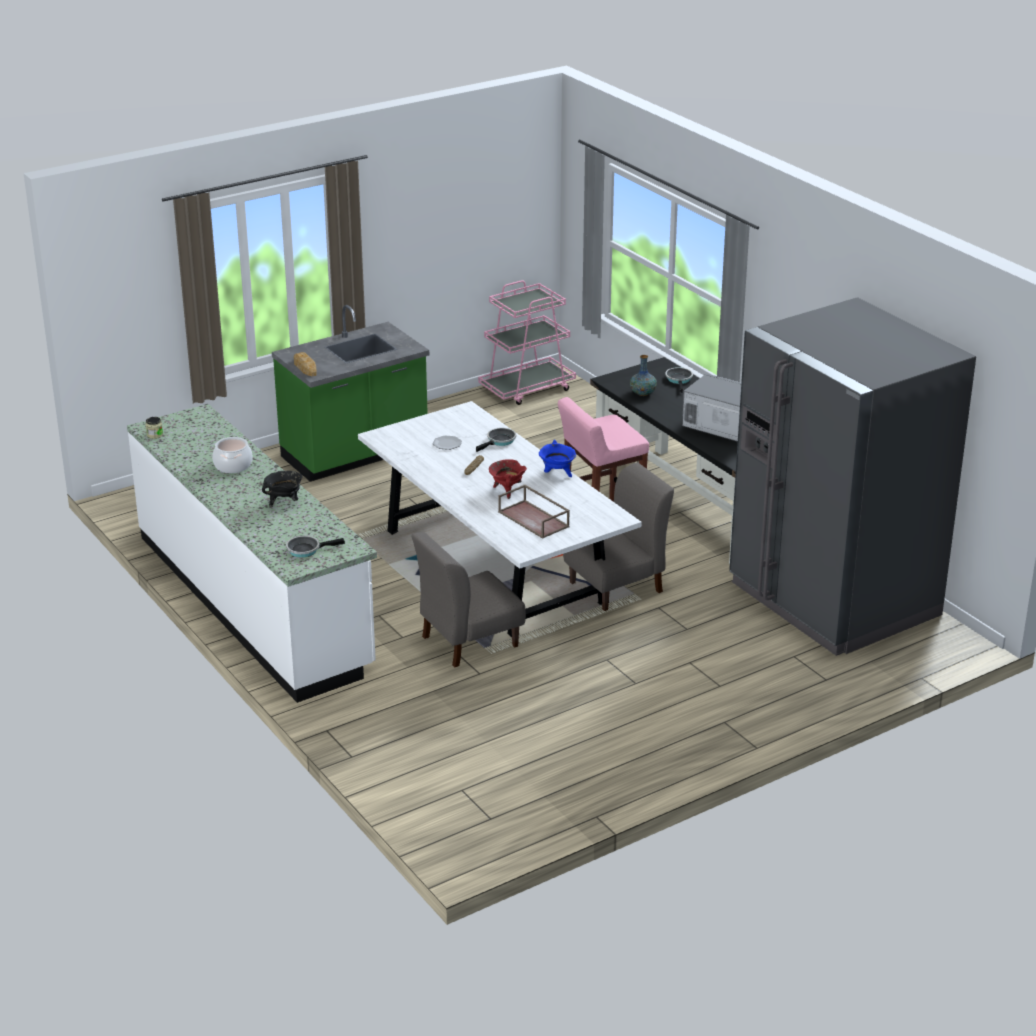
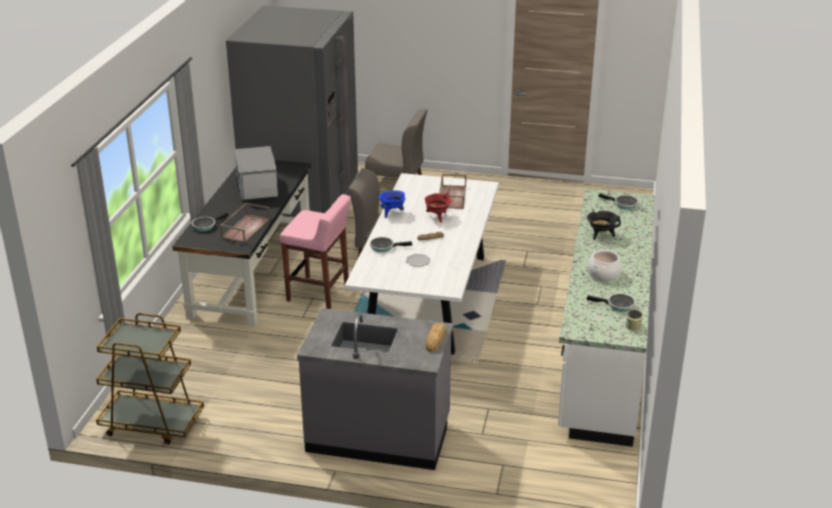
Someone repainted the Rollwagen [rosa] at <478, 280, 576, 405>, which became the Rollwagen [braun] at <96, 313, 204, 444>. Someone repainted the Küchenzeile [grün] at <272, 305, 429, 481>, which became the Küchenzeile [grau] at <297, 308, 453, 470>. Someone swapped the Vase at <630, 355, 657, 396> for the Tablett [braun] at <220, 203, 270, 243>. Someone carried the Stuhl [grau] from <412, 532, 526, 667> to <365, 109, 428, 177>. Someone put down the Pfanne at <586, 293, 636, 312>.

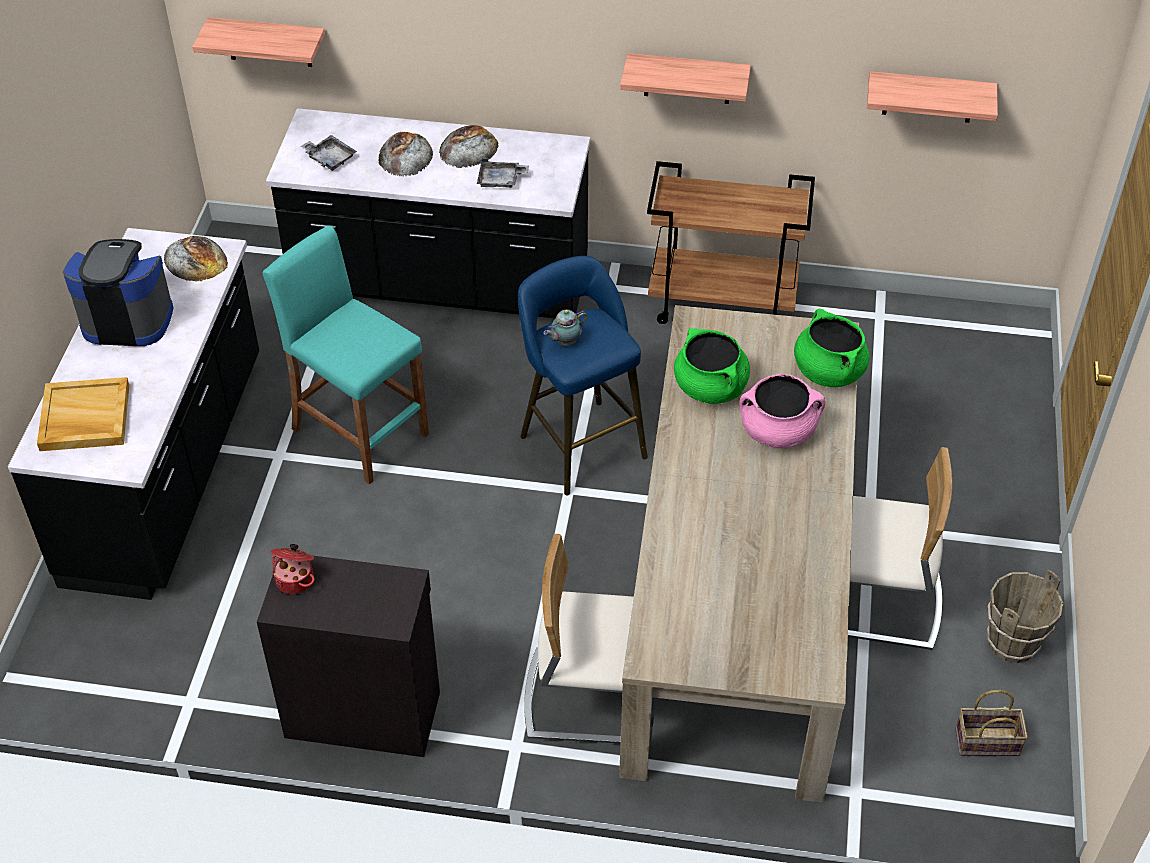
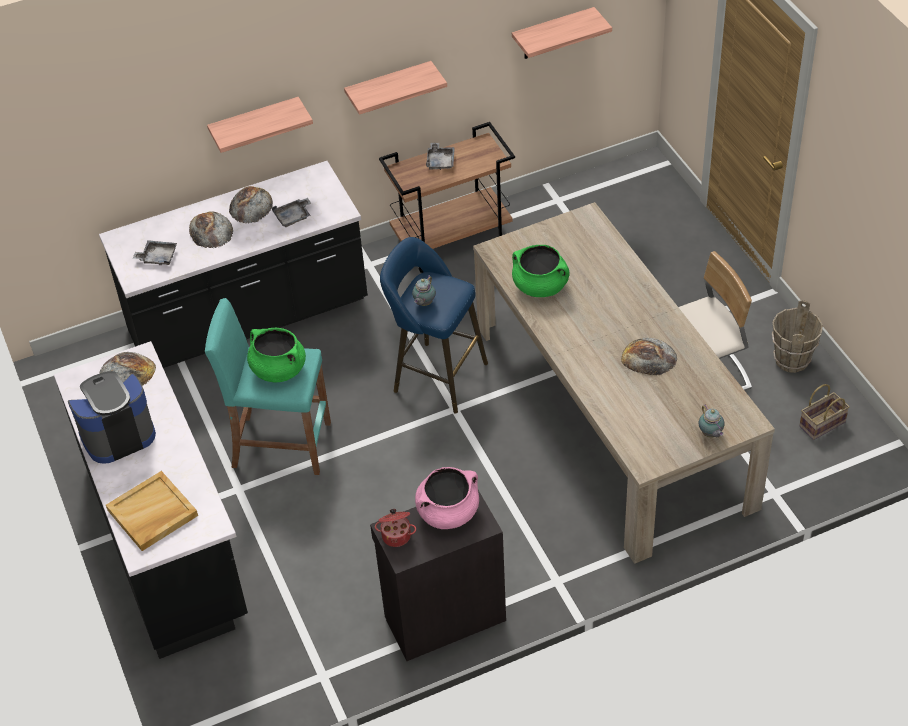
Someone carried the Wandregal from <192, 17, 325, 67> to <207, 97, 313, 153>. Someone carried the Kochtopf [grün] from <794, 308, 870, 387> to <247, 328, 306, 382>. Someone carried the Kochtopf [rosa] from <740, 374, 825, 448> to <415, 467, 479, 529>. Someone took away the Stuhl [beige] at <524, 534, 656, 743>. Someone put down the Tablett [grau] at <426, 143, 455, 170>. Someone put down the Brot at <621, 338, 677, 375>. Someone put down the Teekanne at <699, 404, 724, 438>.

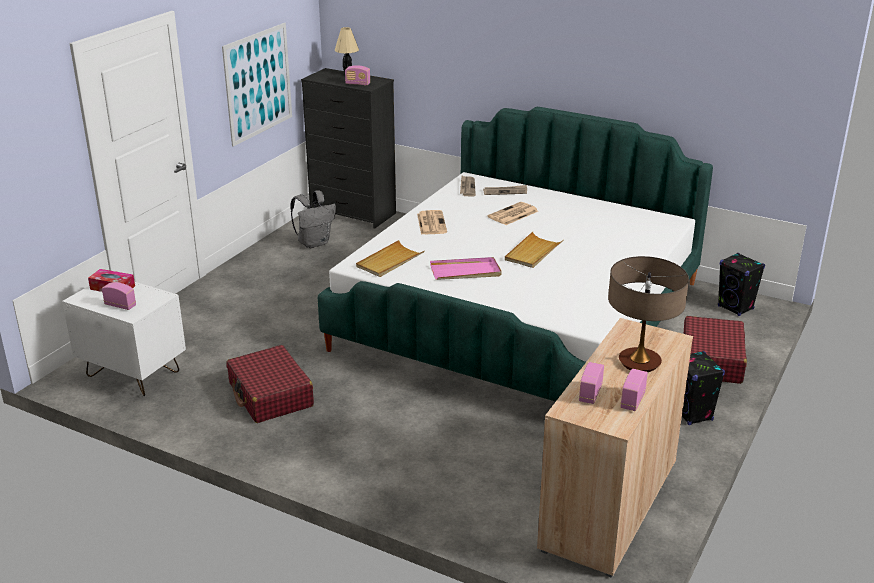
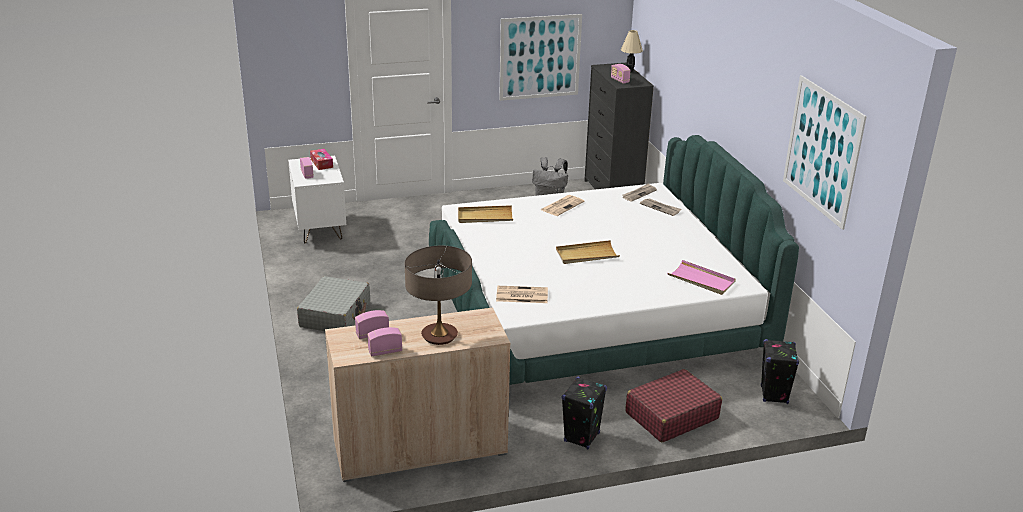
Someone carried the Zeitung from <488, 202, 538, 225> to <496, 286, 548, 303>. Someone carried the Tablett [rosa] from <430, 257, 502, 280> to <667, 260, 736, 295>. Someone took away the Koffer [rot] at <226, 345, 314, 423>. Someone put up the Bild at <783, 75, 867, 230>. Someone put down the Koffer [grau] at <297, 276, 370, 331>.

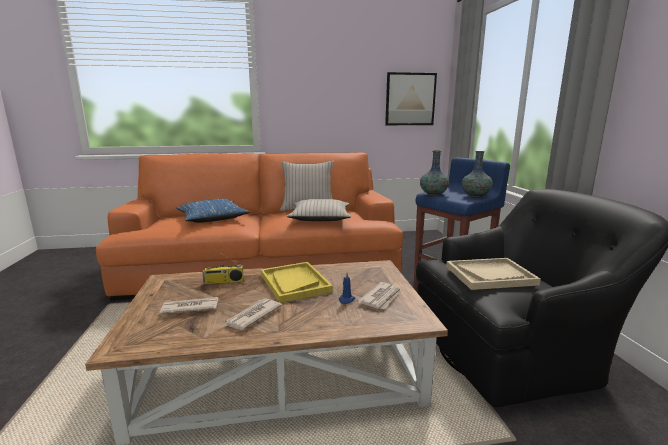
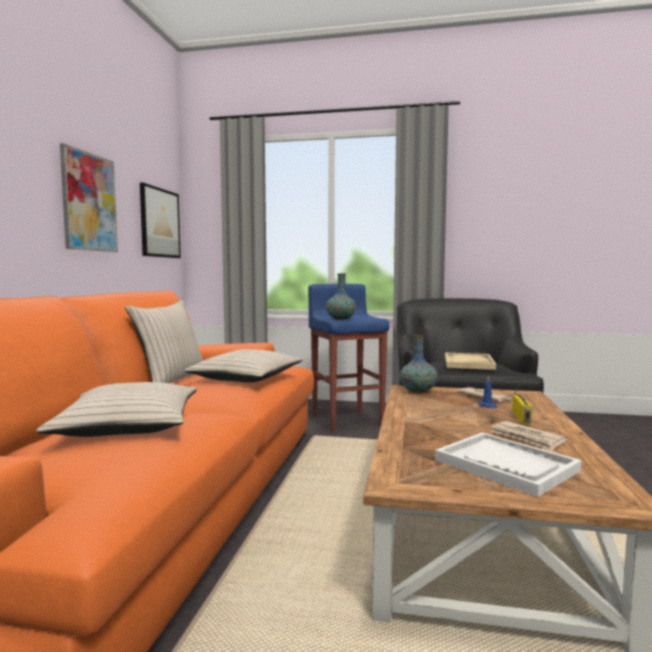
Someone carried the Vase from <462, 151, 493, 197> to <400, 335, 438, 393>. Someone repainted the Kissen [blau] at <176, 199, 250, 223>, which became the Kissen [beige] at <36, 382, 197, 437>. Someone carried the Radio from <202, 247, 244, 284> to <512, 375, 532, 424>. Someone took away the Tablett [gelb] at <261, 262, 333, 303>. Someone swapped the Zeitung at <159, 297, 218, 314> for the Tablett [weiß] at <435, 433, 581, 497>. Someone put up the Bild at <60, 143, 118, 252>.

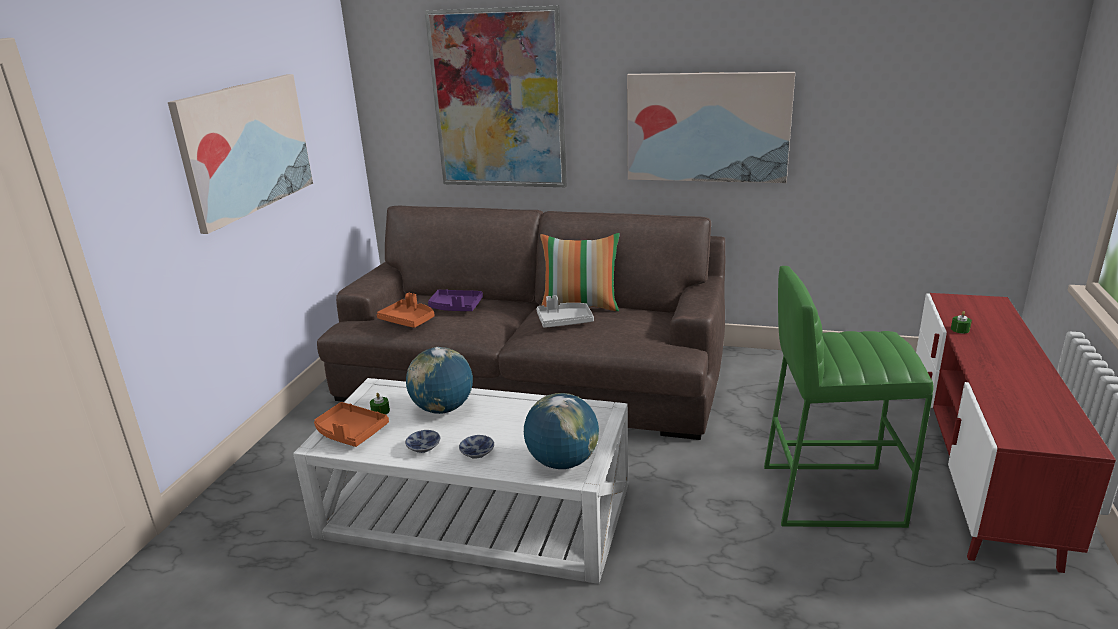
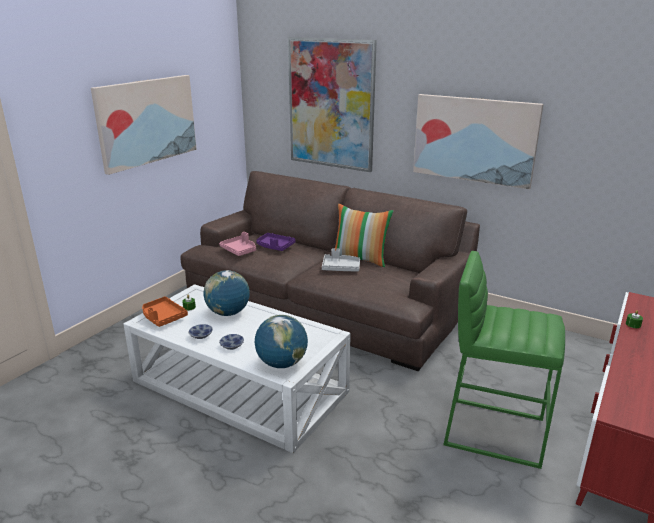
Someone repainted the Tablett [orange] at <377, 293, 435, 328>, which became the Tablett [rosa] at <219, 232, 256, 256>.

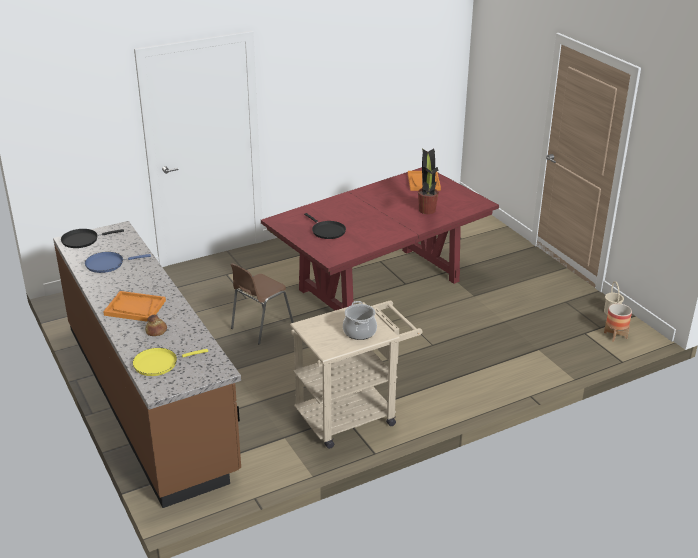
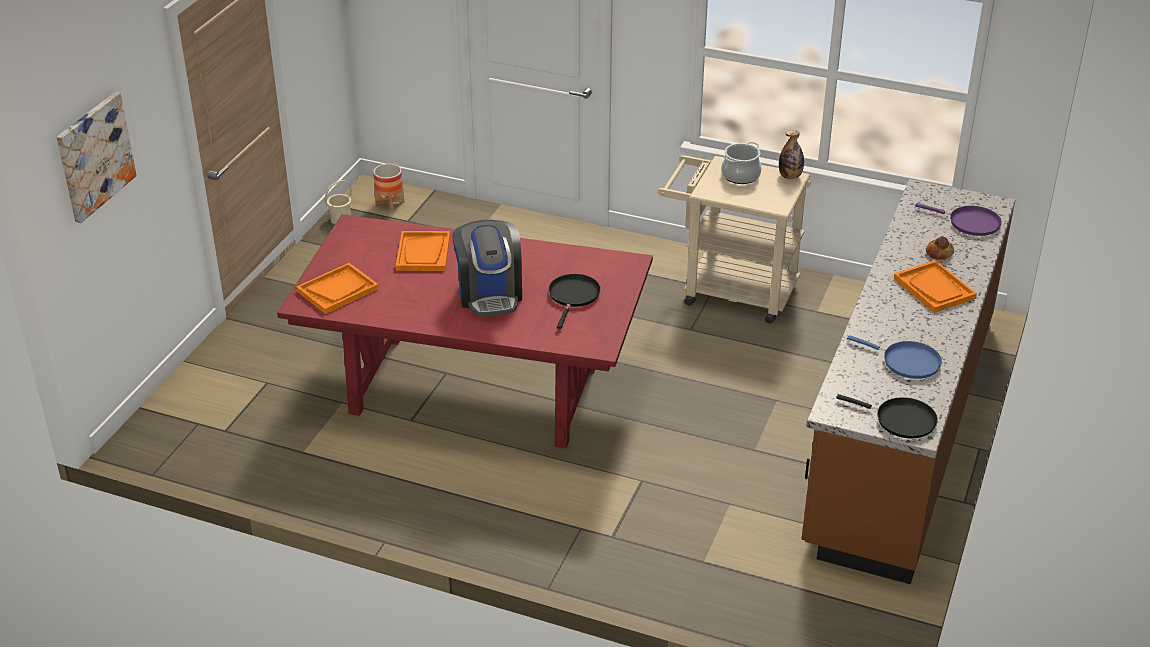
Someone swapped the Topfpflanze at <418, 149, 439, 214> for the Tablett [orange] at <396, 231, 450, 271>. Someone took away the Stuhl [braun] at <231, 263, 294, 344>. Someone repainted the Pfanne [gelb] at <133, 348, 208, 376>, which became the Pfanne [lila] at <915, 203, 1002, 236>. Someone put up the Bild at <57, 92, 137, 223>. Someone put down the Flasche at <779, 130, 804, 179>. Someone put down the Kaffeemaschine at <452, 220, 522, 317>.

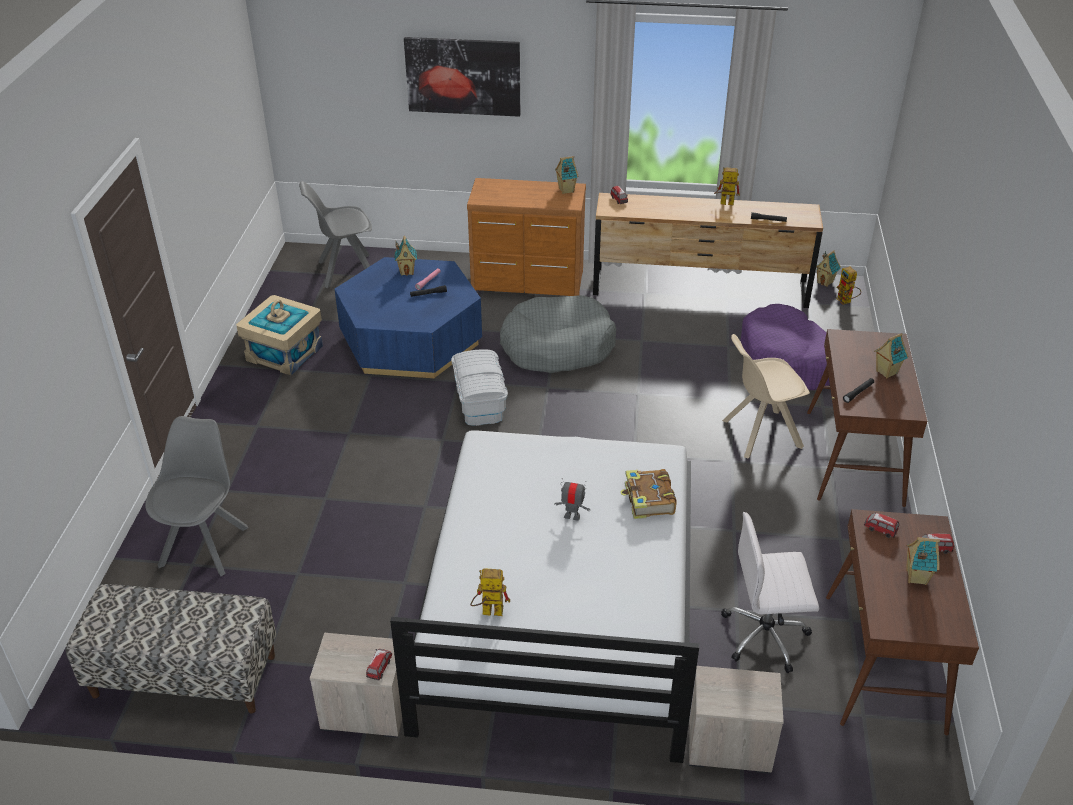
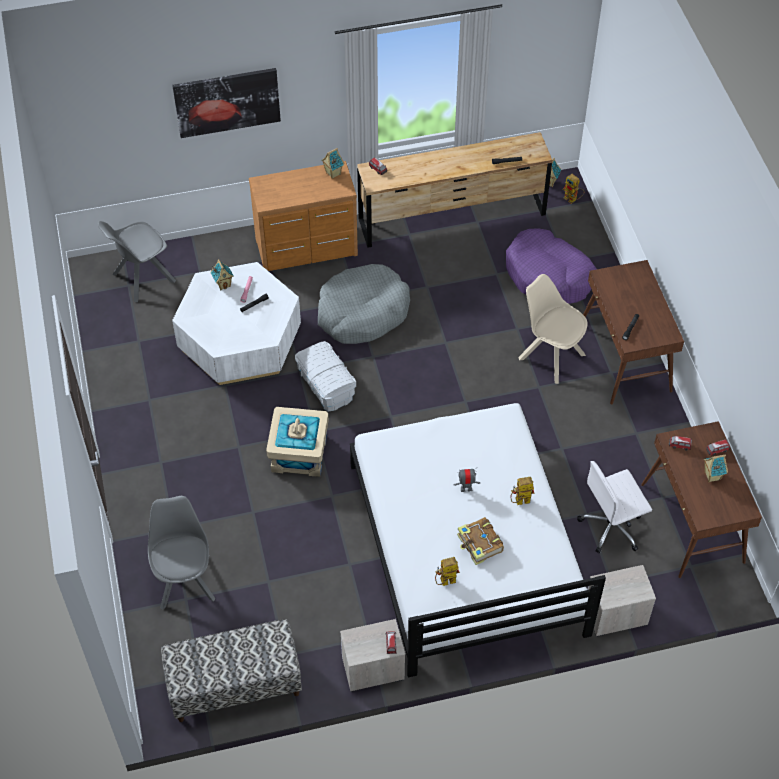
Someone carried the Spielzeugroboter from <714, 167, 740, 206> to <510, 477, 535, 505>. Someone repainted the Couchtisch [blau] at <334, 257, 482, 378>, which became the Couchtisch [weiß] at <172, 262, 301, 385>. Someone carried the Aufbewahrungsbox [beige] from <236, 295, 323, 375> to <266, 407, 329, 477>. Someone took away the Spielzeughaus at <874, 333, 909, 379>. Someone rotated the Stuhl [beige] at <722, 334, 810, 459> by 75 degrees clockwise. Someone carried the Buch from <620, 469, 677, 519> to <457, 517, 504, 565>.

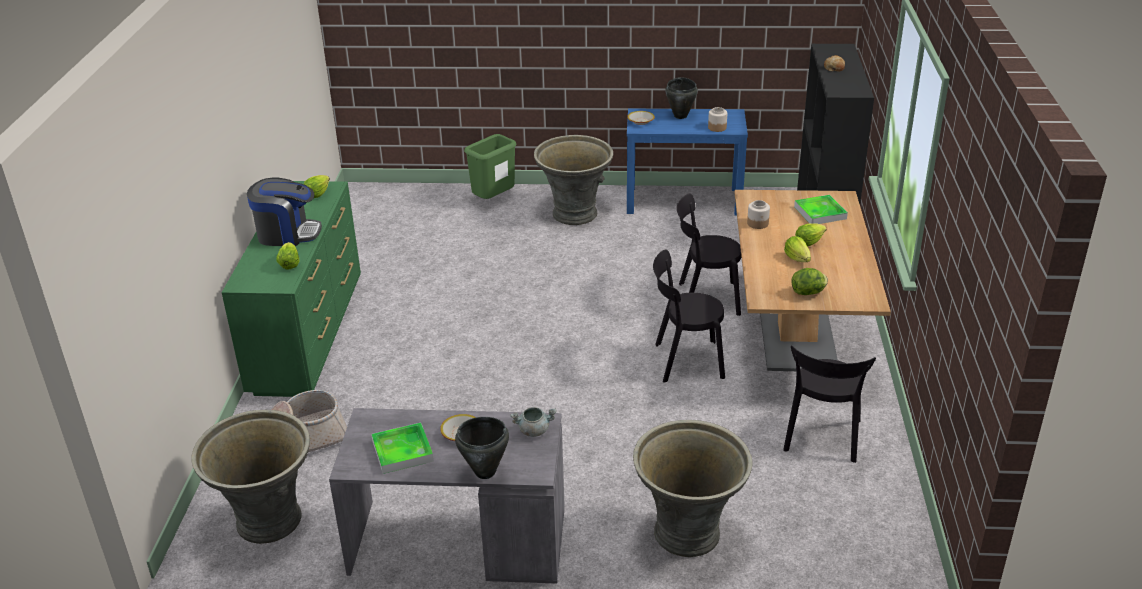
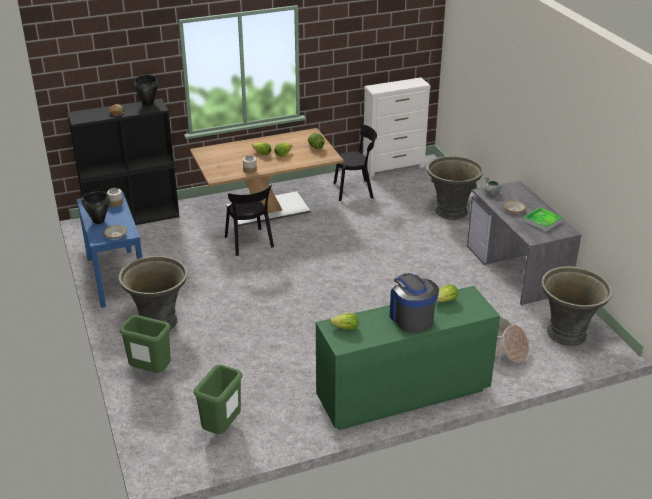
Someone took away the Tablett at <794, 195, 848, 224>. Someone took away the Stuhl [schwarz] at <653, 250, 725, 383>. Someone carried the Kochtopf [schwarz] from <455, 417, 509, 479> to <134, 75, 158, 106>. Someone put down the Kommode [weiß] at <363, 77, 431, 177>. Someone put down the Mülleimer [grün] at <194, 365, 242, 434>.

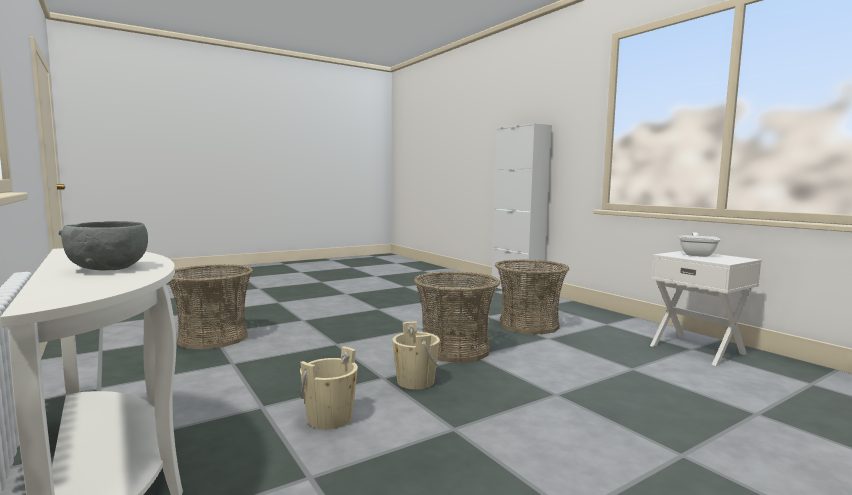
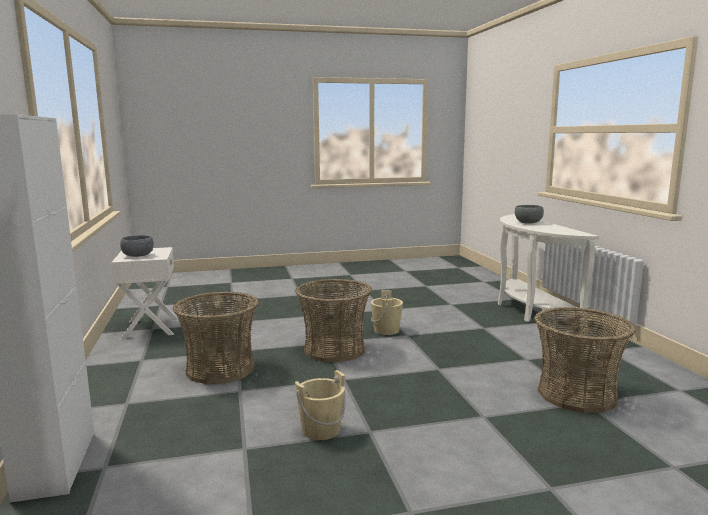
Someone swapped the Pfanne at <678, 233, 720, 257> for the Schüssel [grau] at <120, 235, 154, 257>. Someone carried the Eimer [beige] from <300, 346, 358, 429> to <295, 370, 346, 440>.

